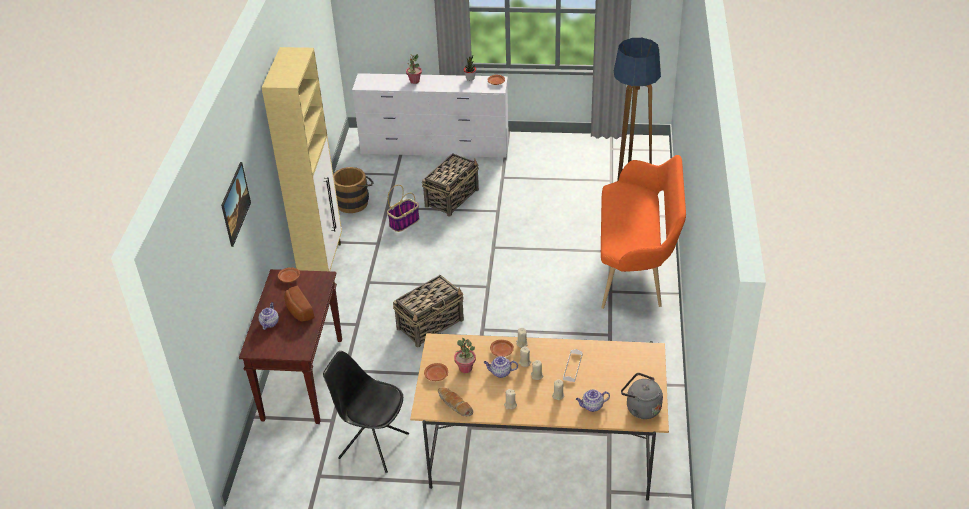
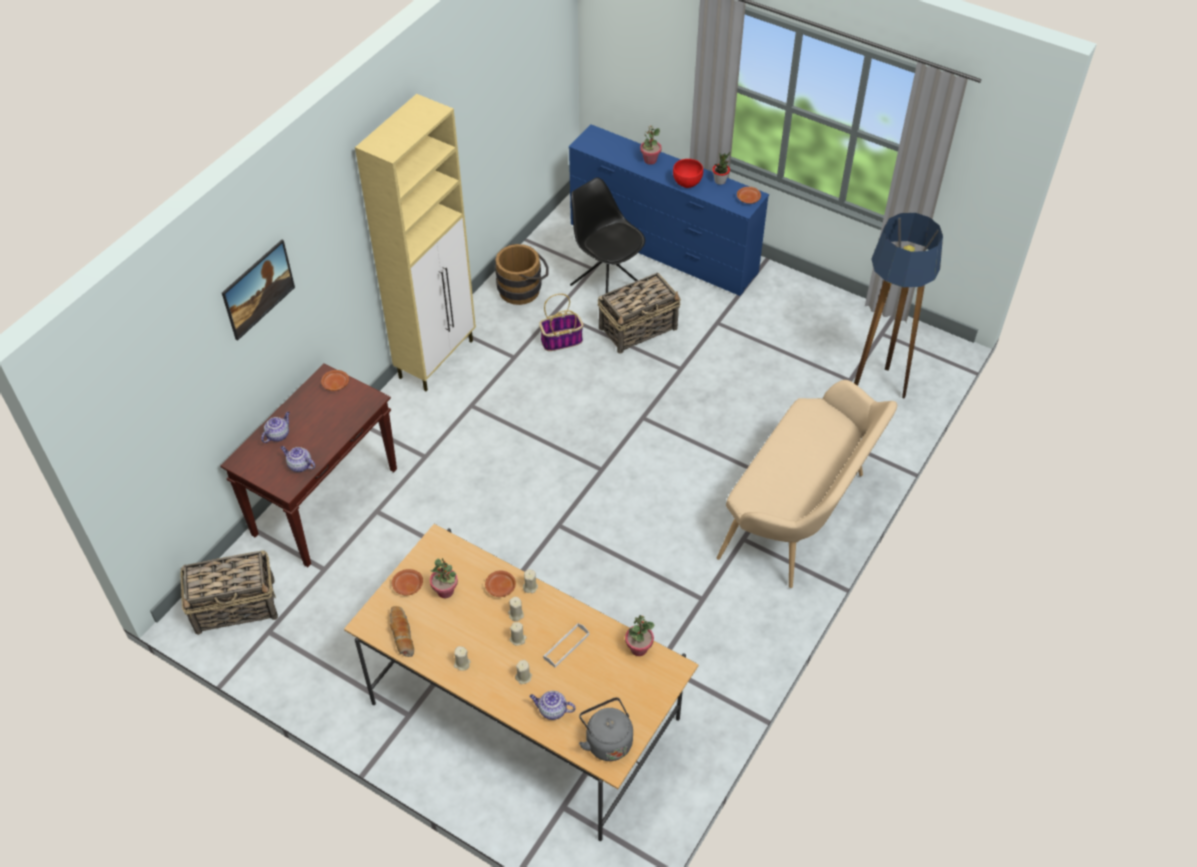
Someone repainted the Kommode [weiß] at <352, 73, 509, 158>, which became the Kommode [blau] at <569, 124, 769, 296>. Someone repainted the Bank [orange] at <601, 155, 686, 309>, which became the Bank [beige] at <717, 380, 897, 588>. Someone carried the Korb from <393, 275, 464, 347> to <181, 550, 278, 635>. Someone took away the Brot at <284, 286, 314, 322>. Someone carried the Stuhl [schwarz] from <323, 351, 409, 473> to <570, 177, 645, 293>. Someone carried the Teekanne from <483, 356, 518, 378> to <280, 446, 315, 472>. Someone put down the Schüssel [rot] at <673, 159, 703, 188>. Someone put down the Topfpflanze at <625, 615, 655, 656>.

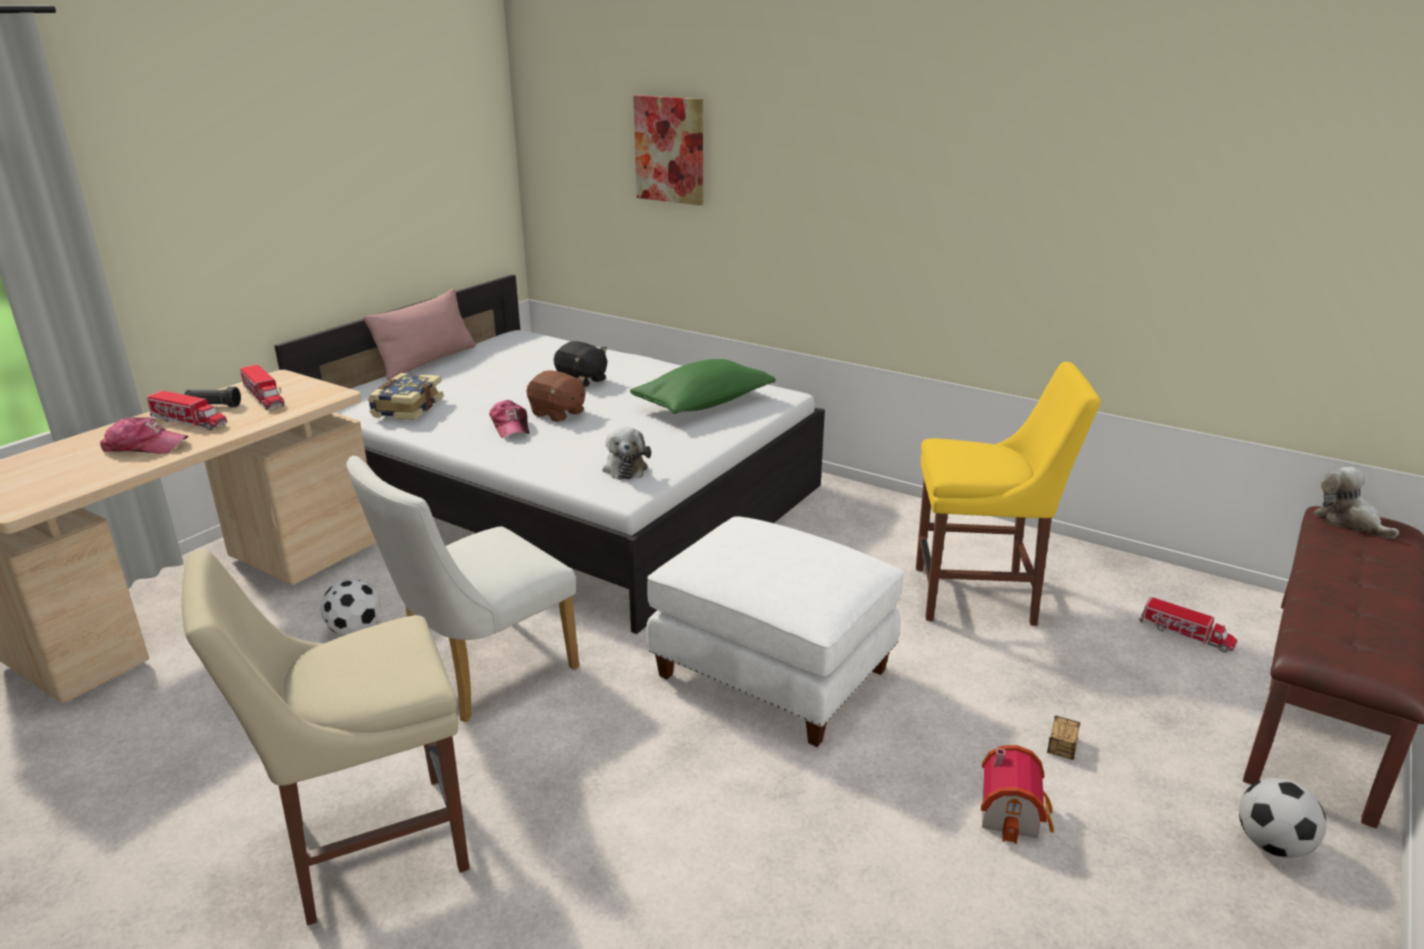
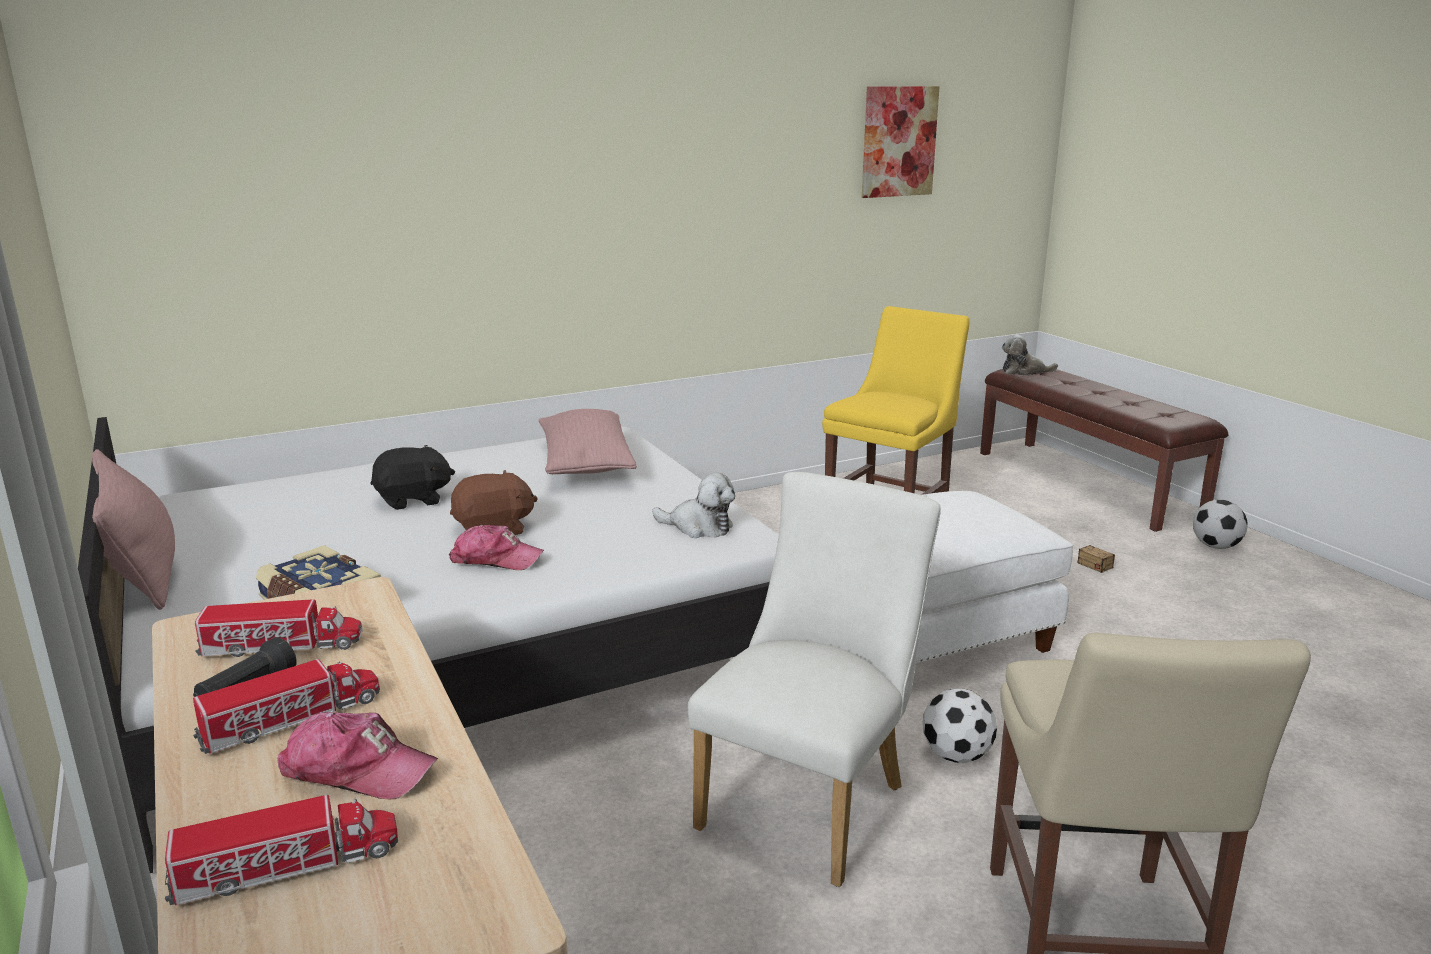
Someone carried the Bild from <633, 95, 703, 206> to <862, 86, 939, 198>. Someone repainted the Kissen [grün] at <630, 359, 776, 414>, which became the Kissen [rosa] at <539, 409, 637, 474>. Someone rotated the Kappe at <100, 417, 188, 454> by 75 degrees clockwise. Someone rotated the Stuhl [weiß] at <346, 456, 579, 722> by 135 degrees counterclockwise. Someone carried the Fußball from <320, 579, 381, 636> to <923, 689, 997, 763>. Someone carried the Spielzeuglaster from <1139, 597, 1237, 653> to <165, 795, 398, 905>. Someone took away the Spielzeughaus at <981, 745, 1054, 844>.

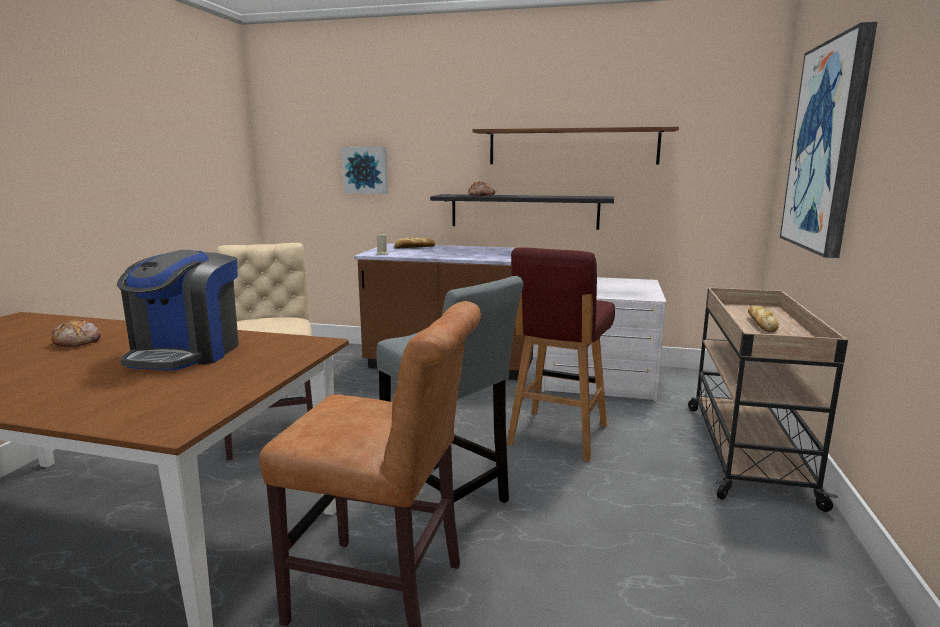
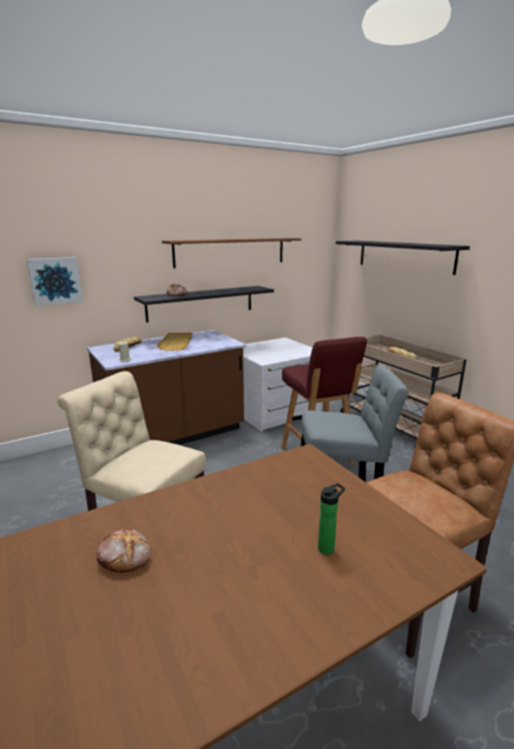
Someone swapped the Bild at <780, 22, 877, 258> for the Wandregal [schwarz] at <336, 241, 470, 275>. Someone took away the Kaffeemaschine at <117, 250, 239, 371>. Someone put down the Tablett [beige] at <157, 333, 192, 351>. Someone put down the Flasche at <318, 483, 345, 555>.

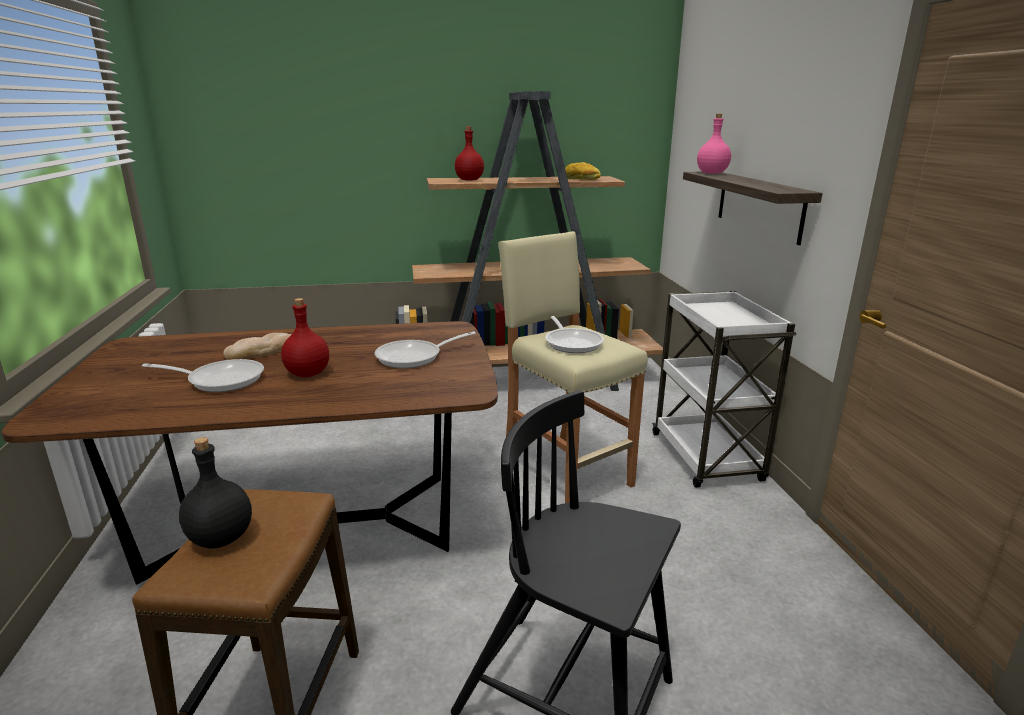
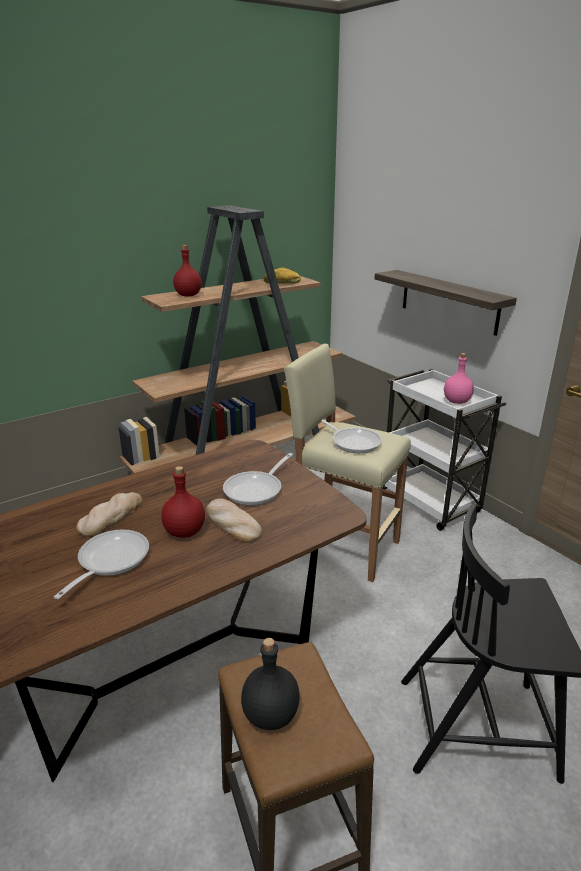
Someone carried the Flasche [rosa] from <697, 114, 731, 174> to <444, 353, 474, 404>. Someone rotated the Pfanne at <142, 359, 264, 392> by 45 degrees counterclockwise. Someone put down the Brot at <206, 499, 262, 543>.

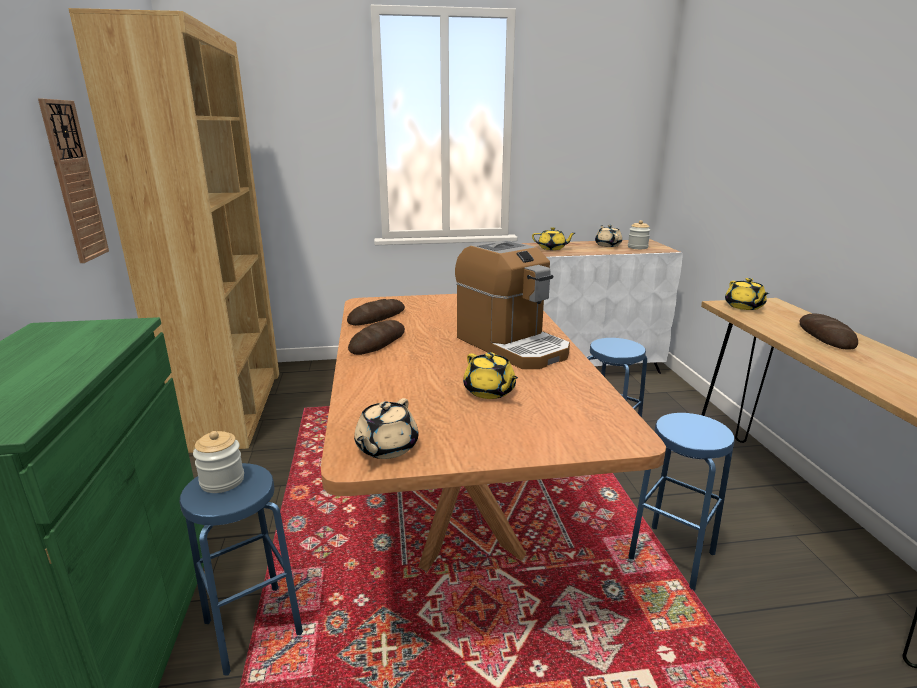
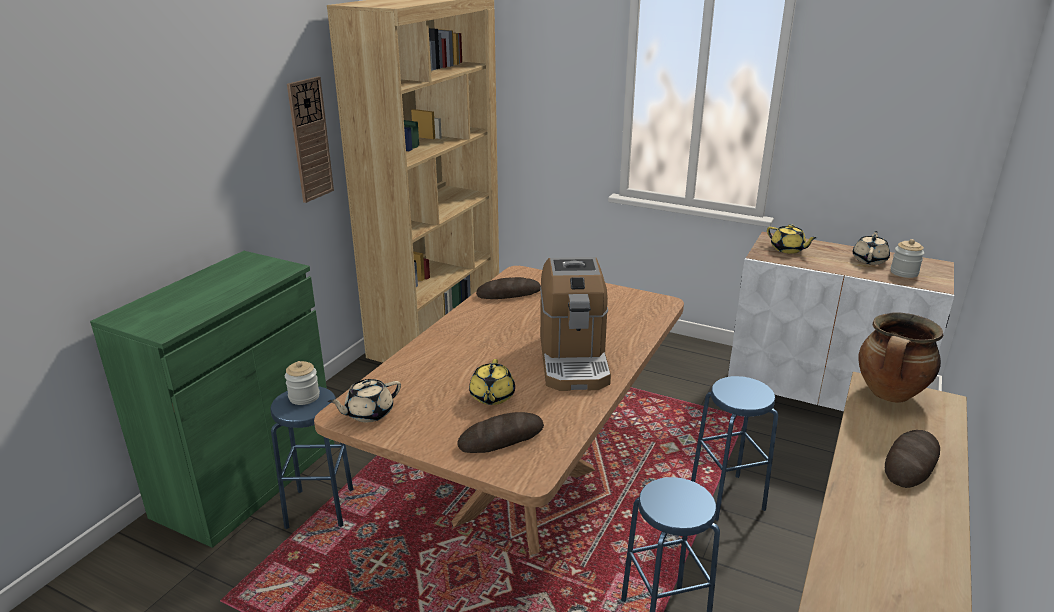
Someone swapped the Teekanne [gelb] at <725, 278, 769, 310> for the Kochtopf at <858, 312, 943, 403>. Someone carried the Brot from <348, 320, 405, 355> to <457, 412, 544, 453>.

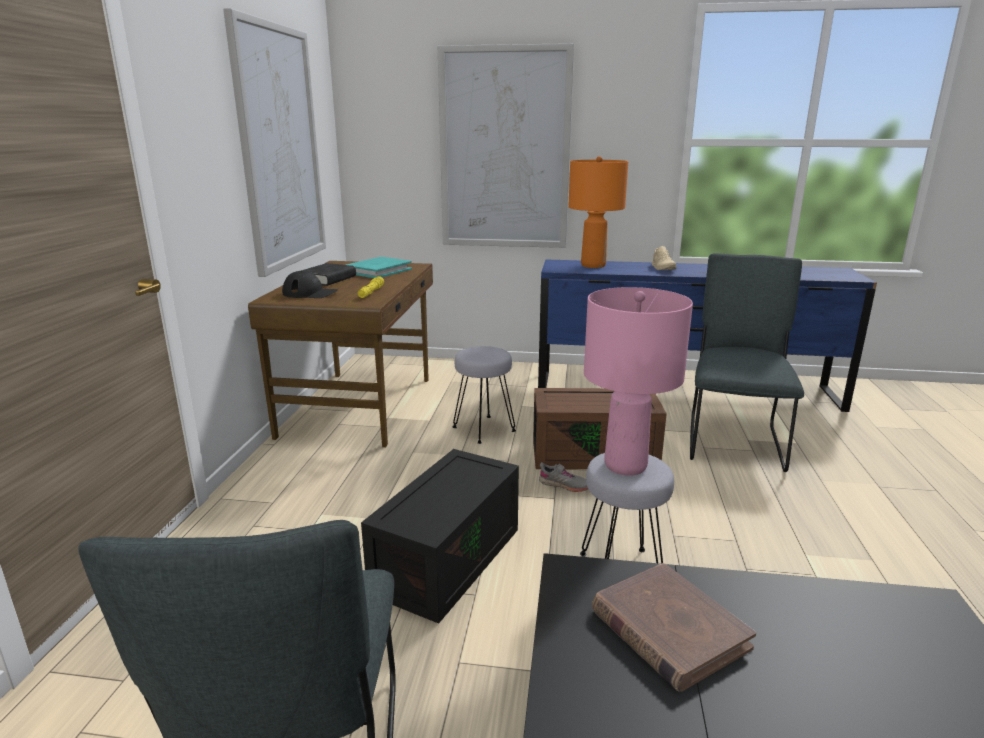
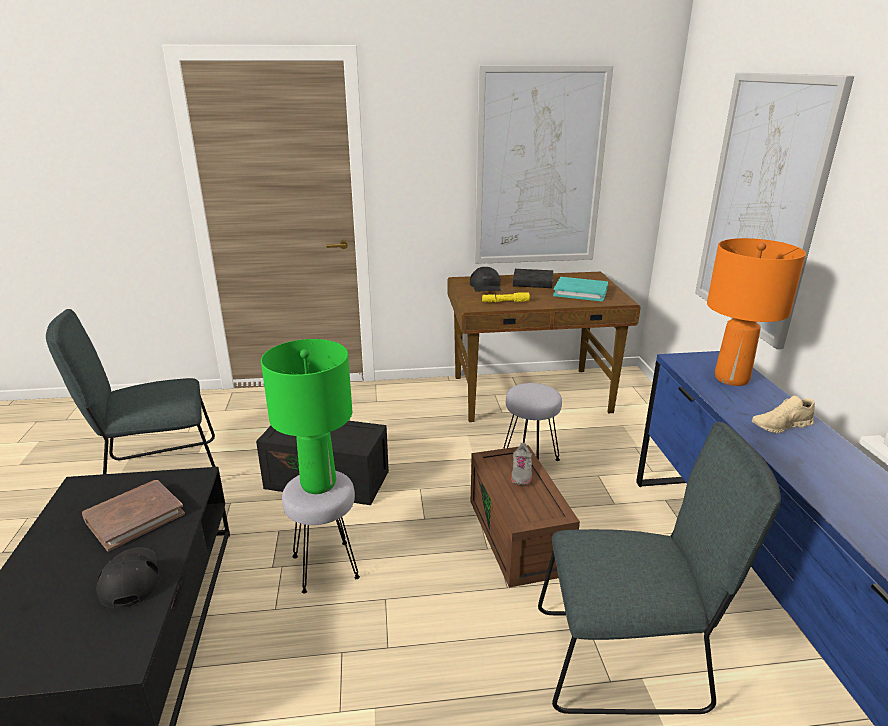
Someone repainted the Tischlampe [rosa] at <584, 287, 693, 476>, which became the Tischlampe [grün] at <261, 339, 352, 494>. Someone carried the Schuh [grau] from <539, 462, 588, 492> to <511, 443, 532, 485>. Someone put down the Kappe [schwarz] at <96, 547, 160, 609>.

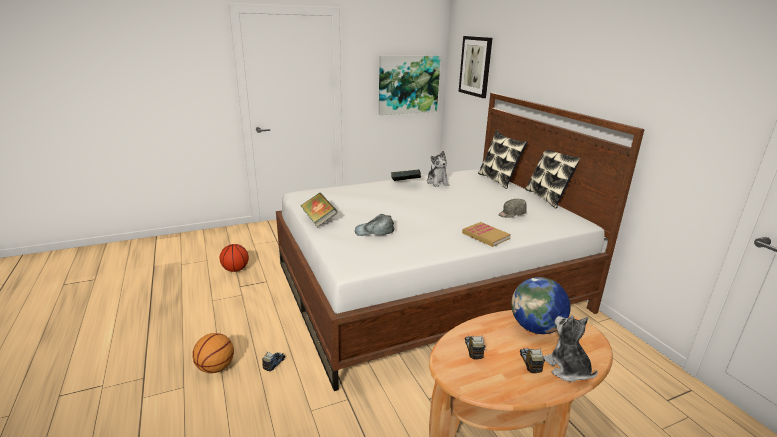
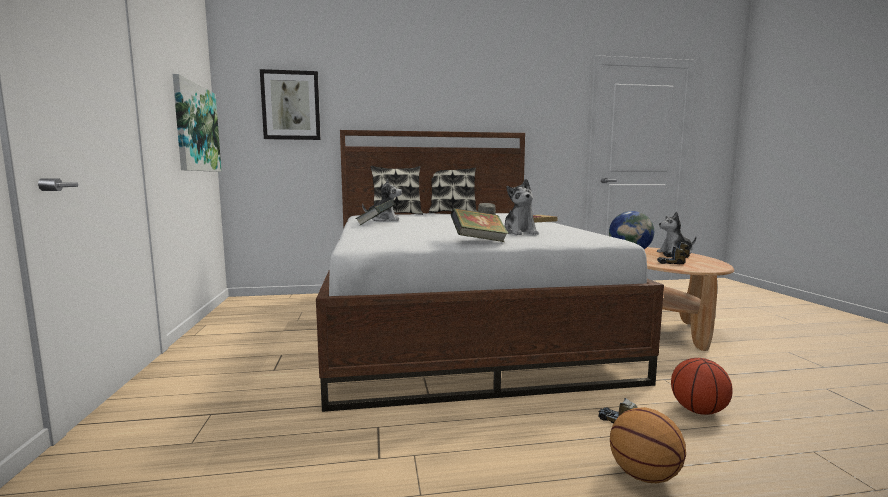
Someone swapped the Kappe [grau] at <355, 214, 394, 236> for the Plüschtier at <505, 179, 539, 235>. Someone carried the Basketball from <219, 244, 249, 272> to <671, 358, 733, 415>.

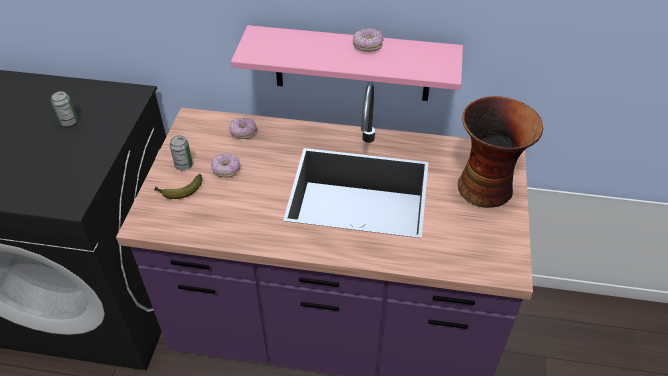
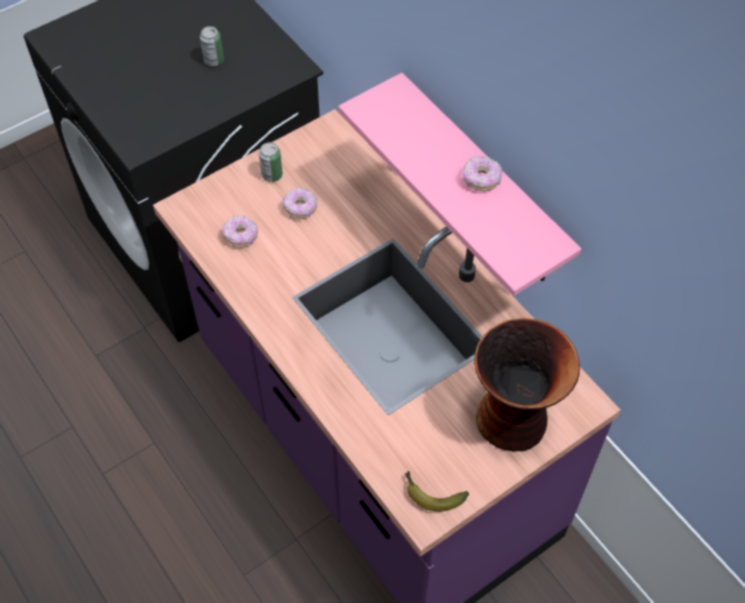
Someone carried the Donut from <229, 117, 257, 139> to <222, 215, 258, 247>. Someone carried the Banane from <155, 174, 202, 199> to <405, 471, 469, 511>.

